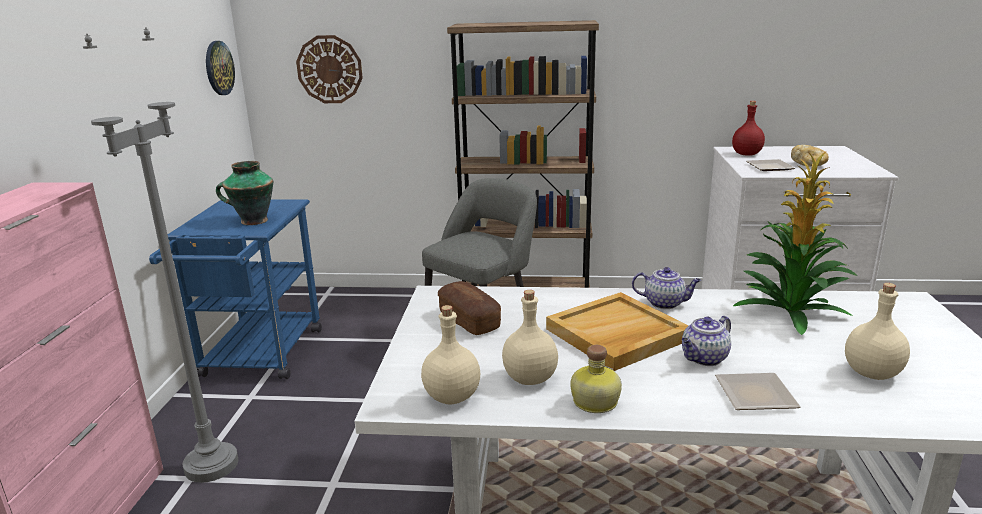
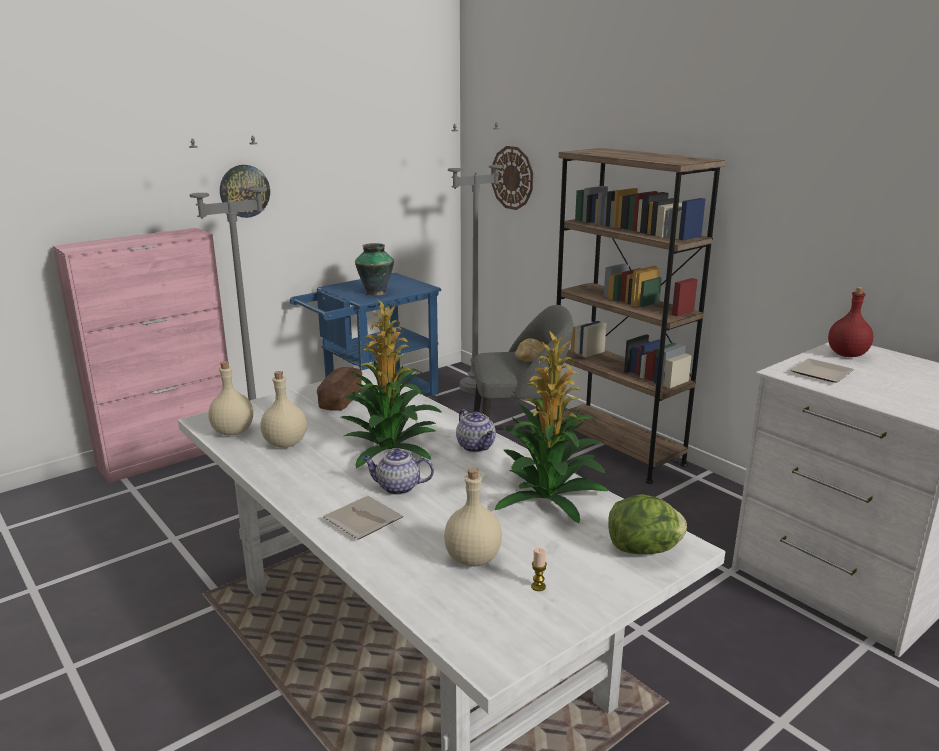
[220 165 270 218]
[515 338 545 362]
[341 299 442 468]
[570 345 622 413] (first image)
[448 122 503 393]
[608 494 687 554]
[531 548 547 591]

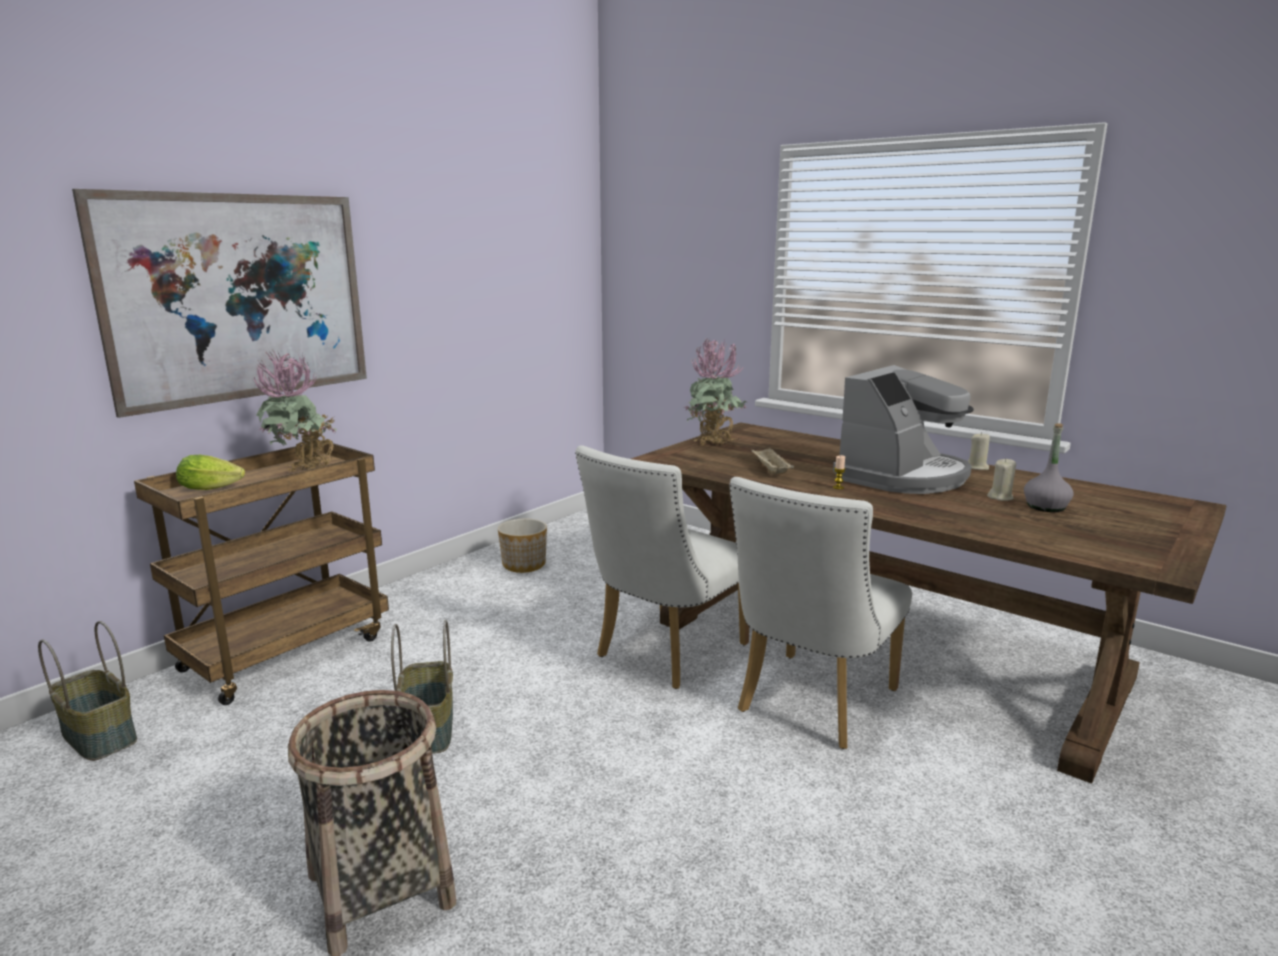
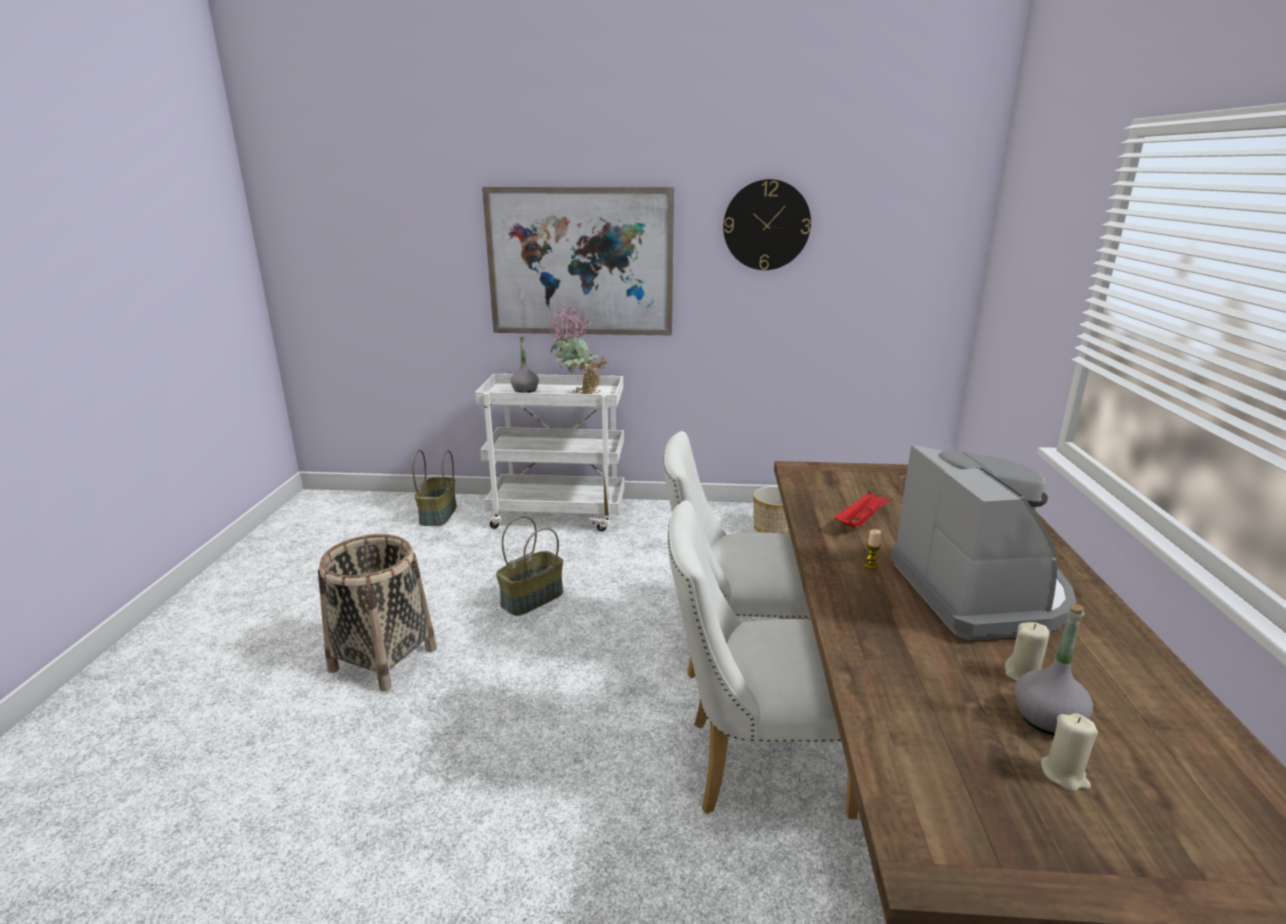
[683 339 746 445] (first image)
[891 445 1076 641]
[1041 713 1098 791]
[475 373 625 532]
[834 491 893 528]
[511 337 539 393]
[723 179 811 270]

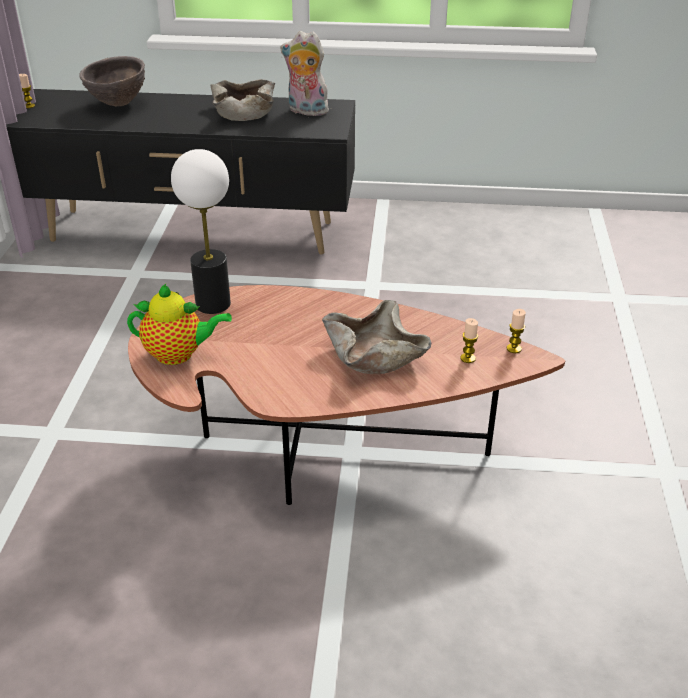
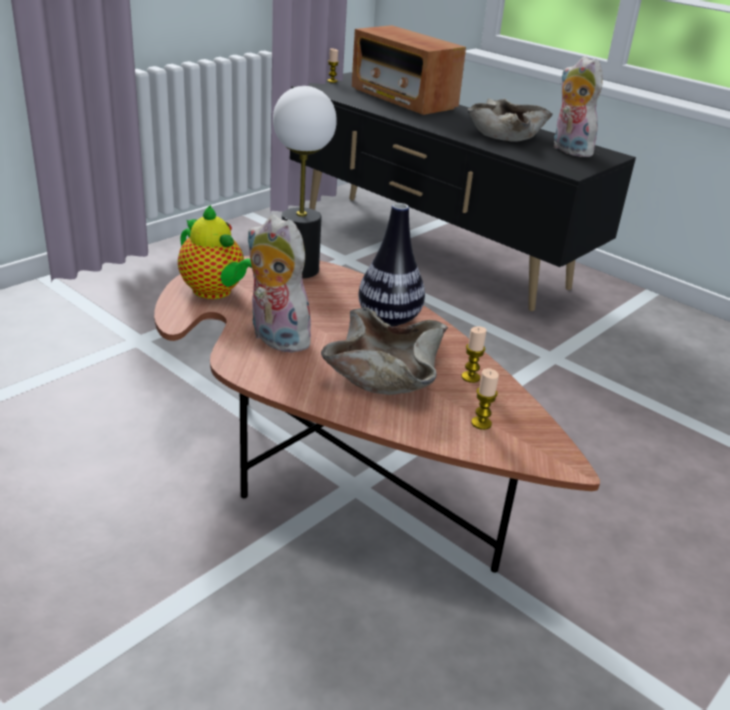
[352 25 466 115]
[461 326 487 383]
[358 203 425 327]
[248 215 315 353]

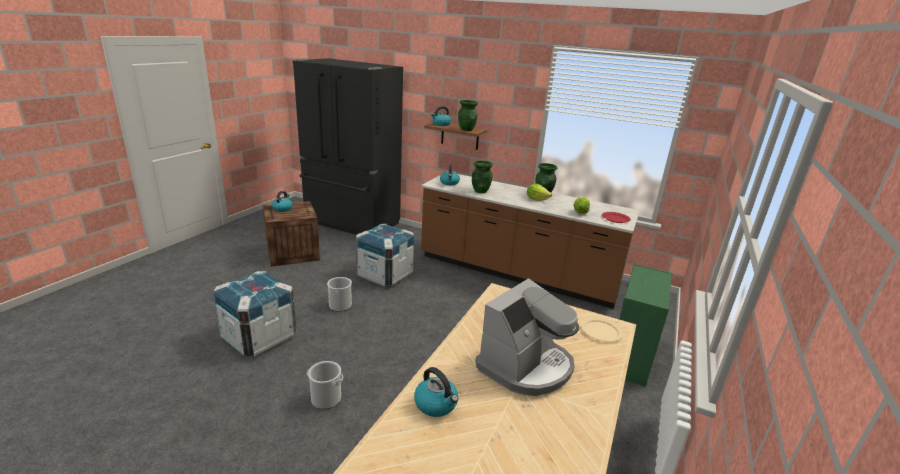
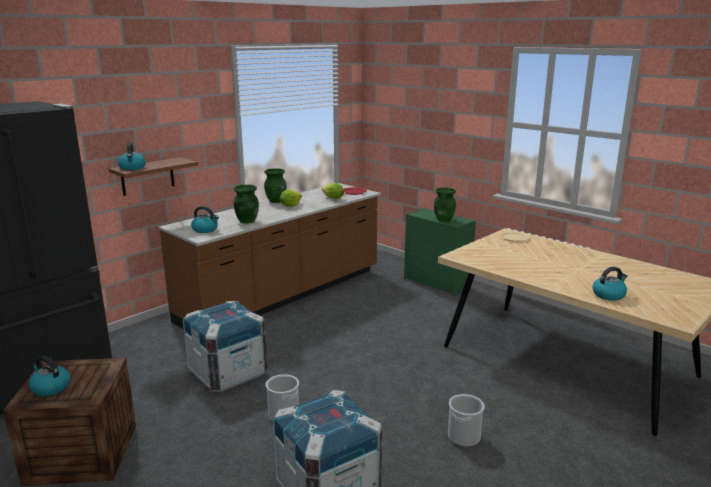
[434 187 456 222]
[475 278 579 396] (first image)

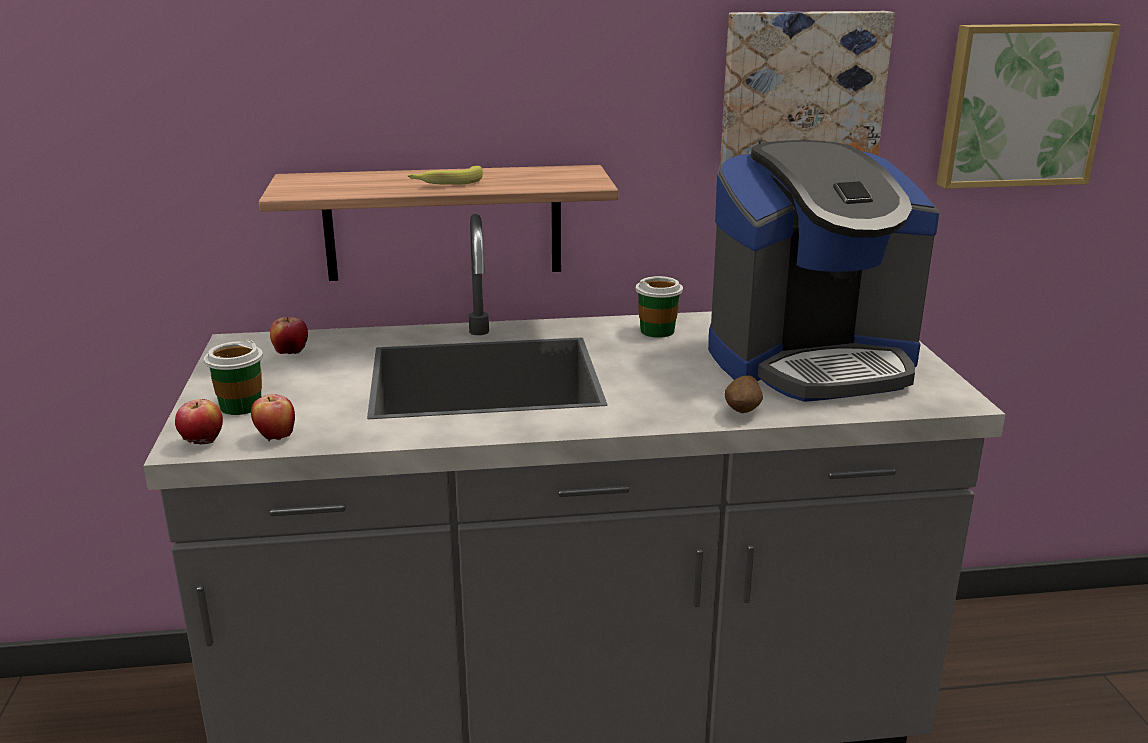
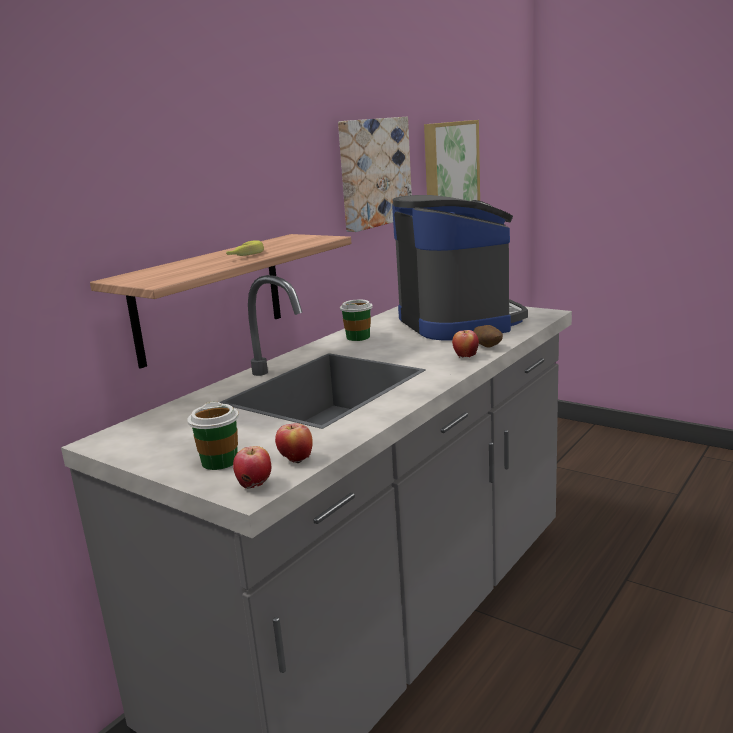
[392 195 528 341]
[452 330 479 358]

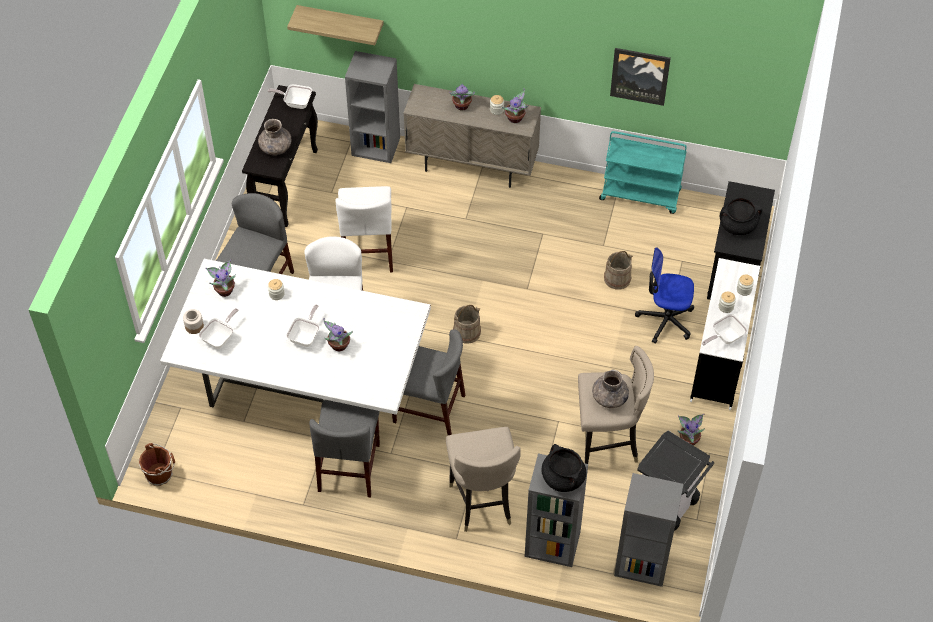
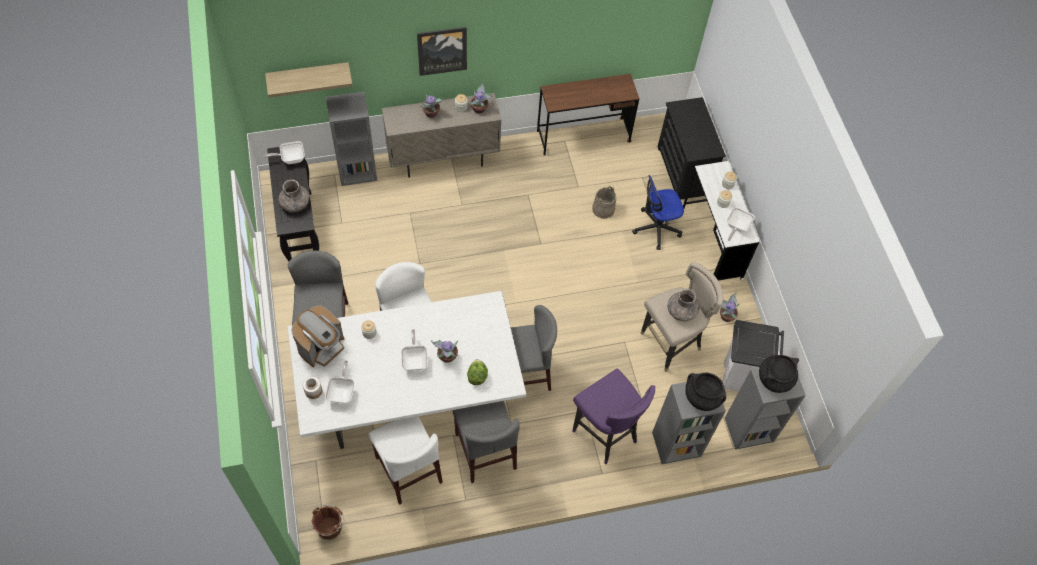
[417 27 467 76]
[537 74 640 155]
[368 416 443 505]
[759 355 799 393]
[291 306 344 367]
[453 305 481 344] (first image)
[572 369 655 464]
[467 359 488 385]

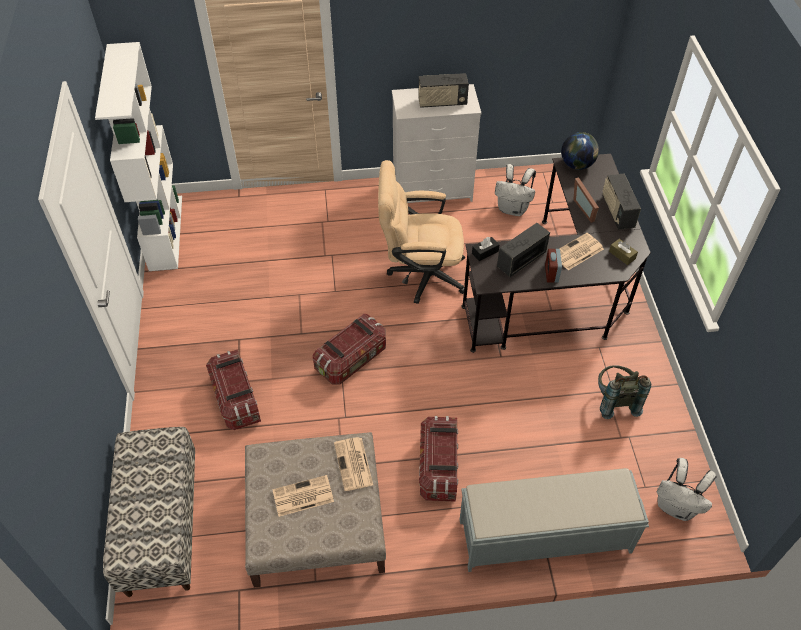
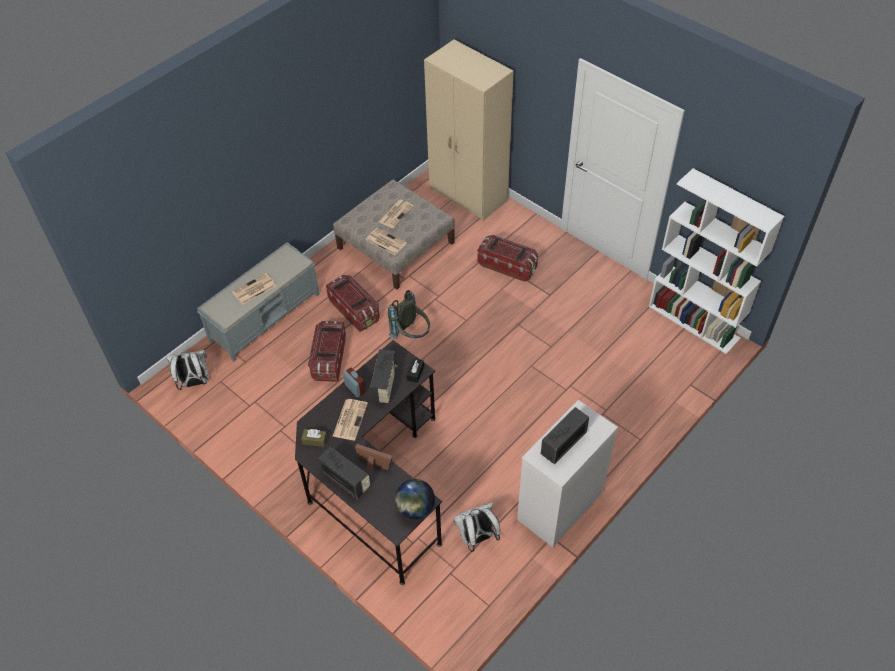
[378 160 465 304] (first image)
[308 320 346 382]
[388 290 430 339]
[424 40 514 221]
[232 273 276 304]

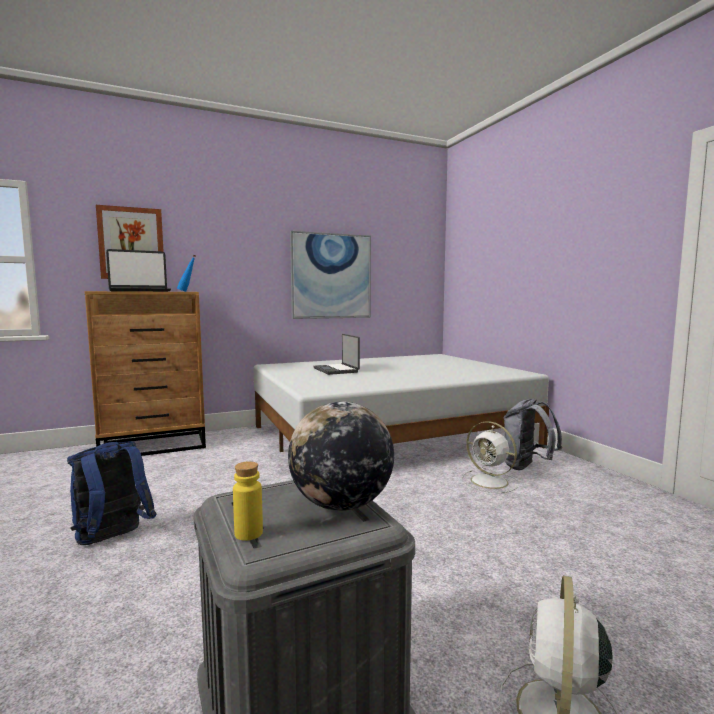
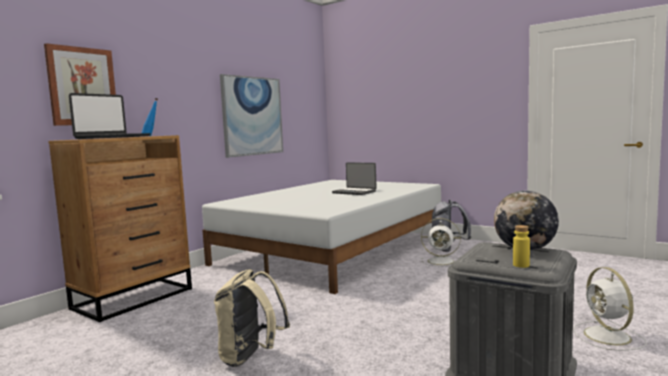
[332 162 377 195]
[214 269 290 367]

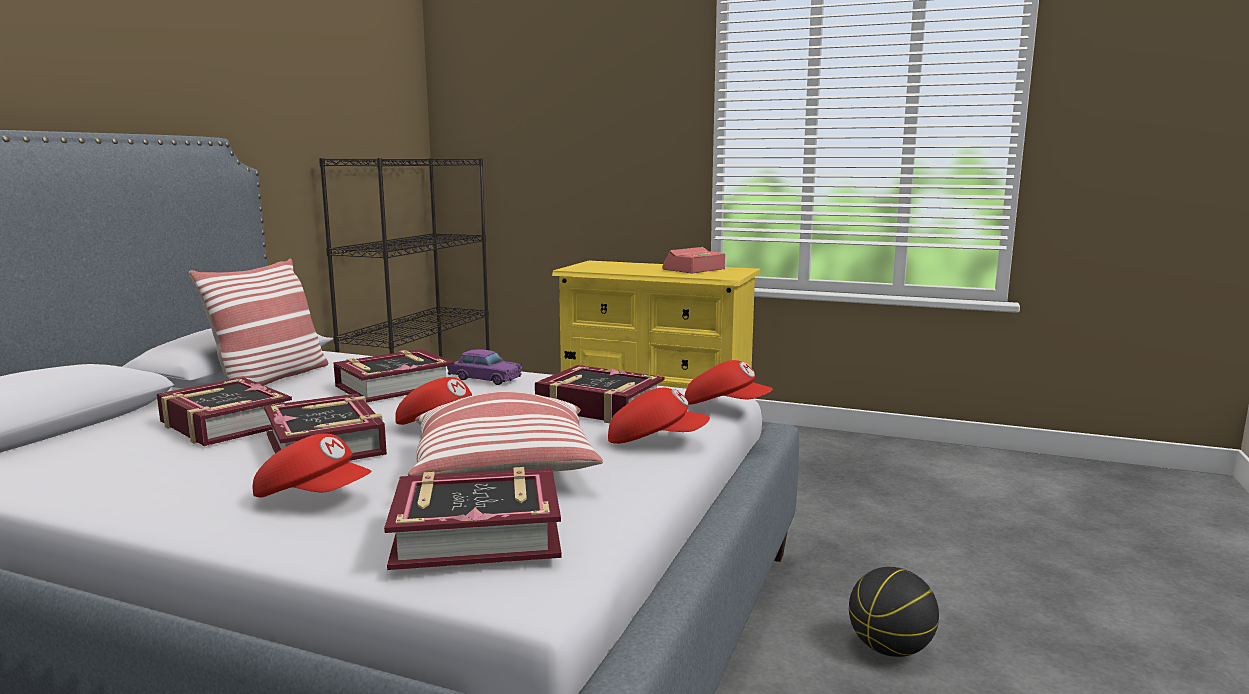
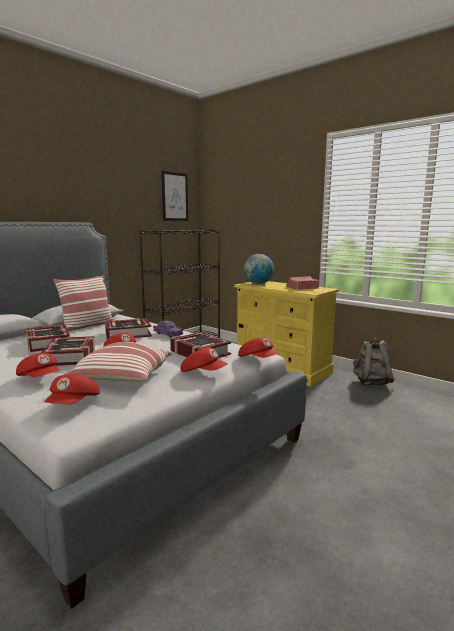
[44 374 100 404]
[849 567 939 657] (first image)
[161 171 188 221]
[244 254 274 284]
[353 338 395 386]

